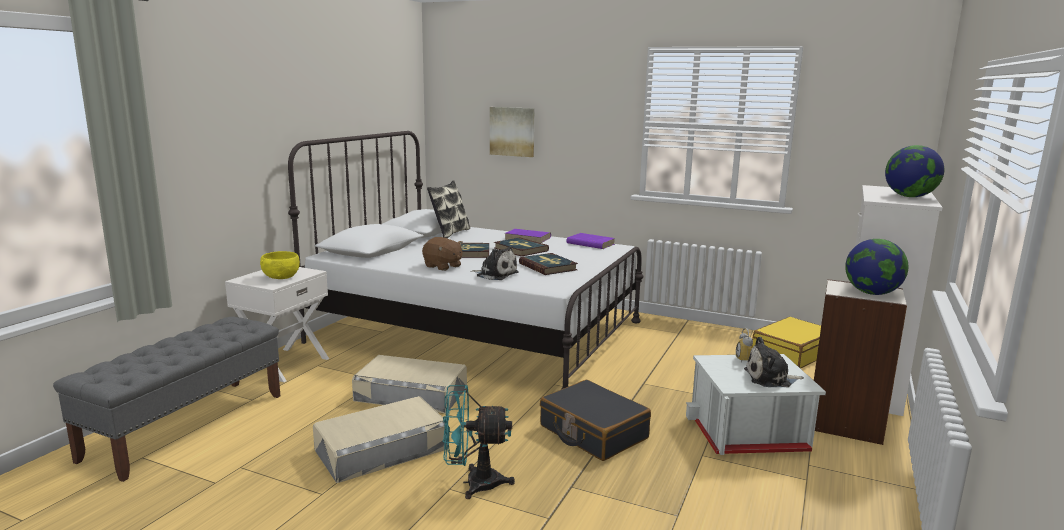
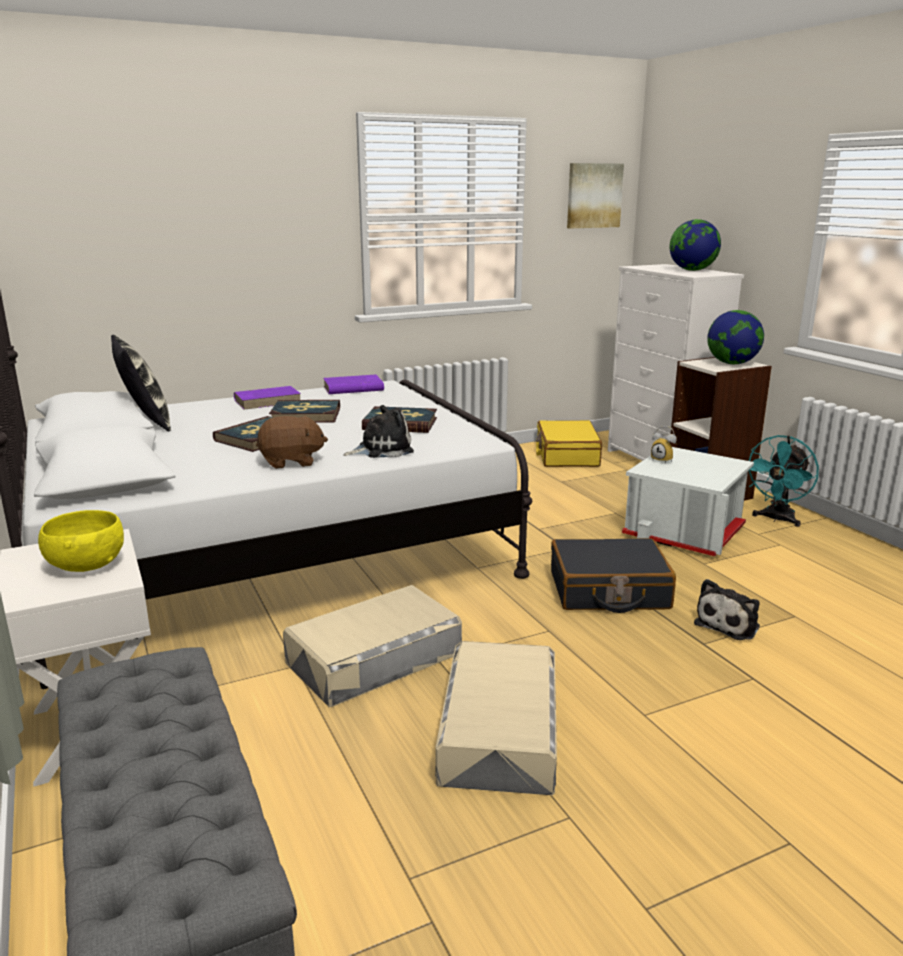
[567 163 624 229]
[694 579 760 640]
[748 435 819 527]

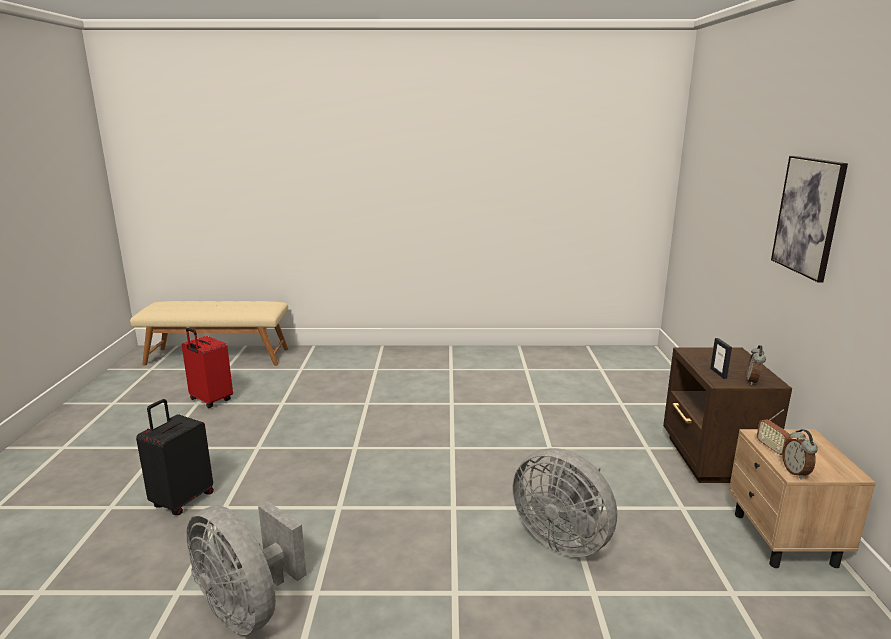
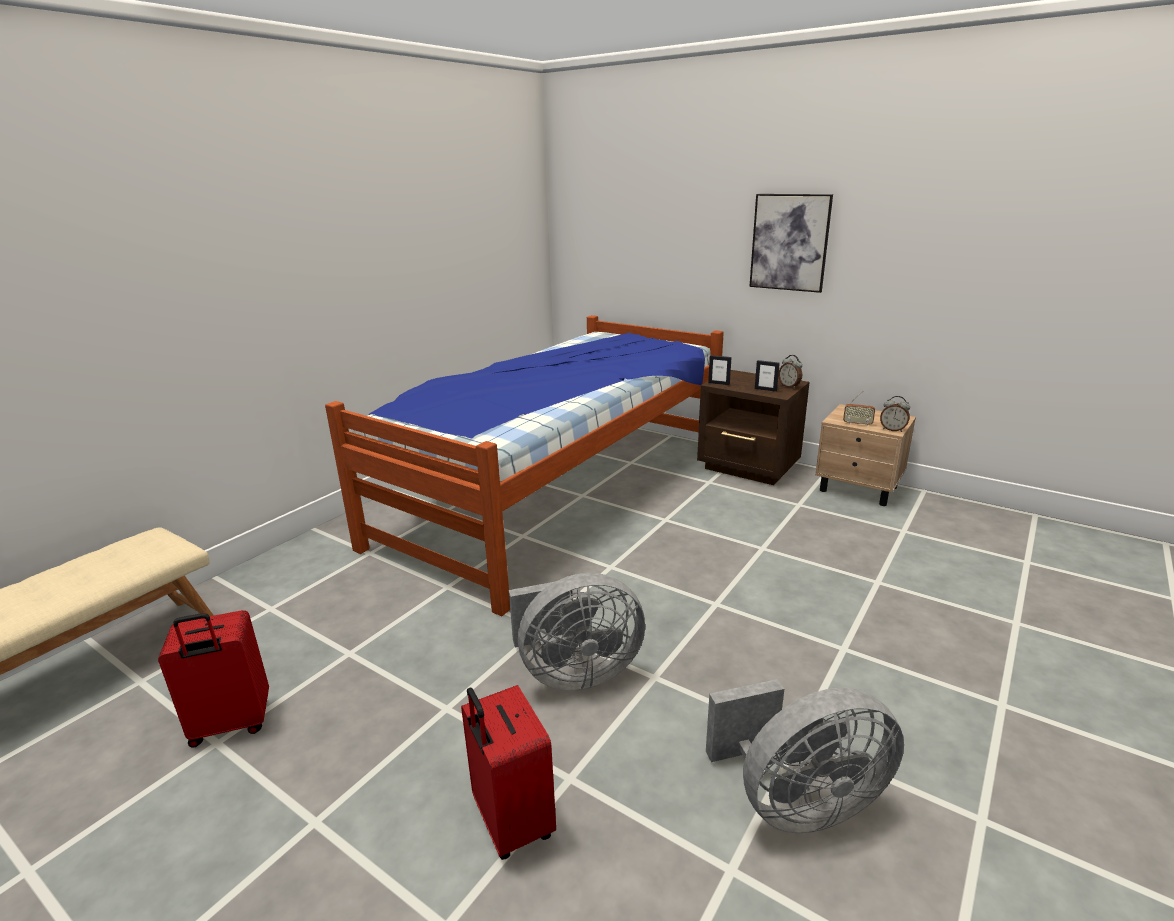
[461 685 556 860]
[509 573 645 691]
[325 315 724 616]
[708 355 732 385]

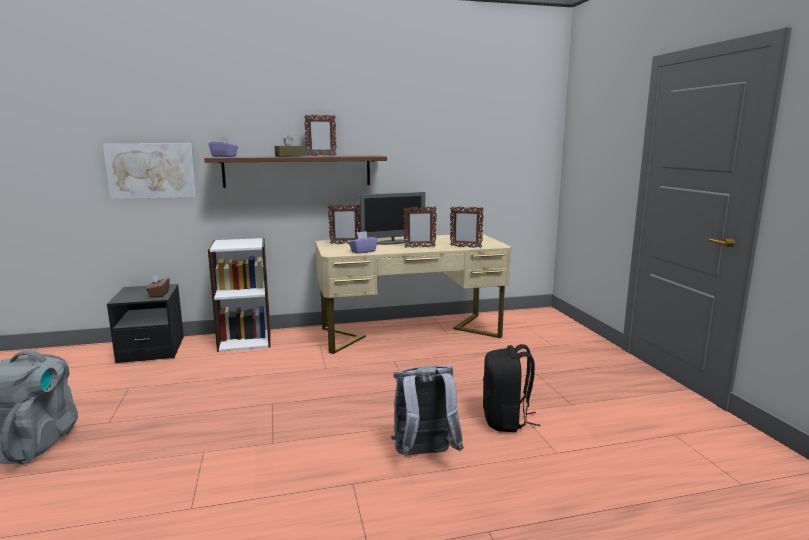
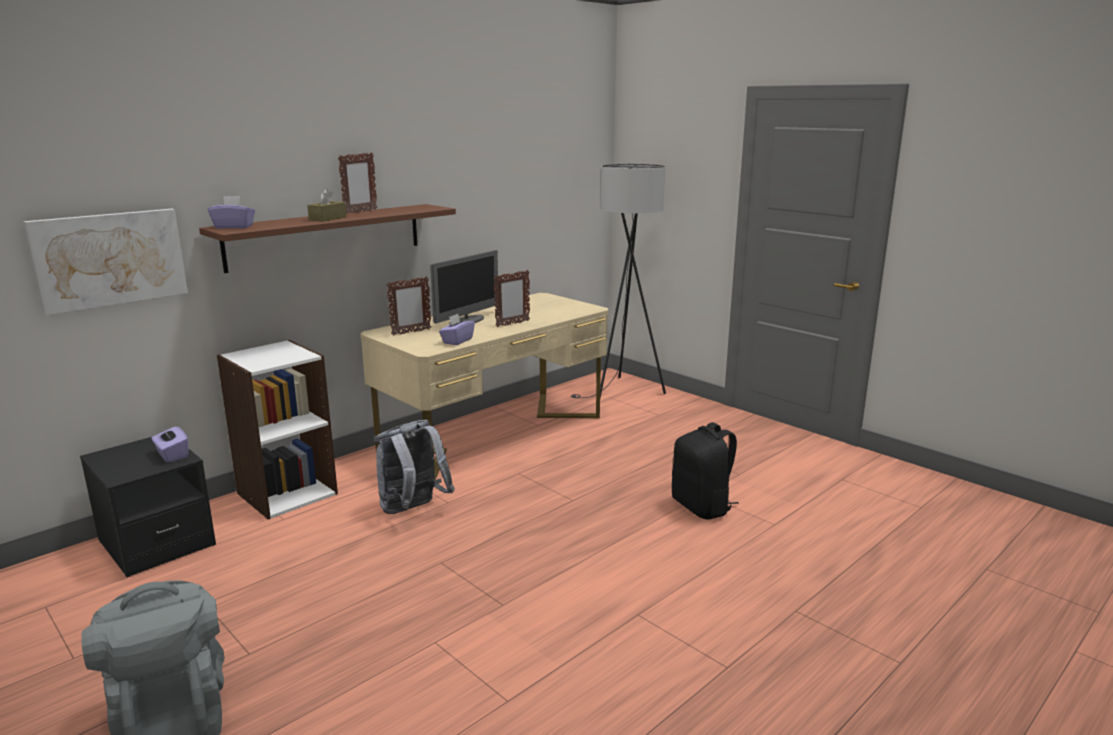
[450 207 484 248] (first image)
[151 425 189 462]
[375 420 455 514]
[571 164 666 399]

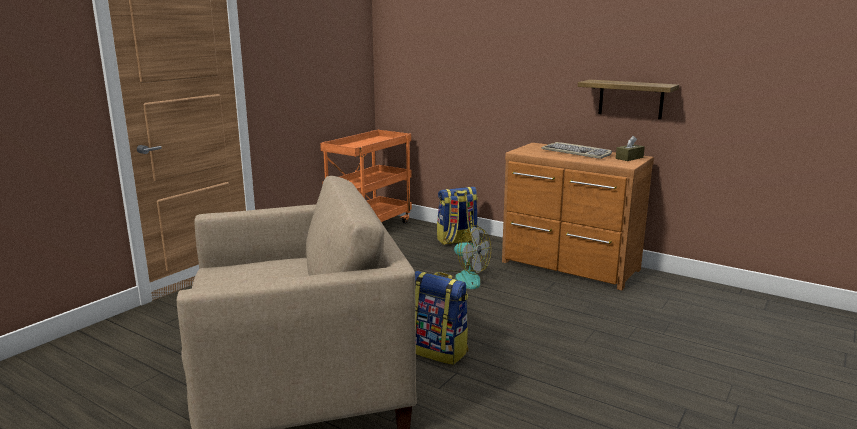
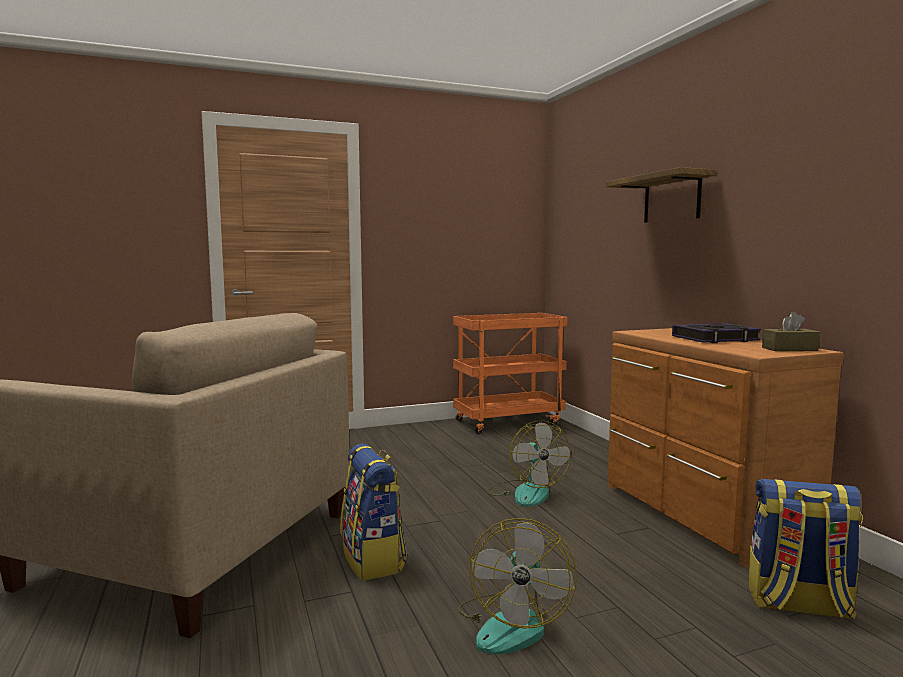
[606 167 715 223]
[672 323 761 343]
[749 479 863 620]
[458 518 577 654]

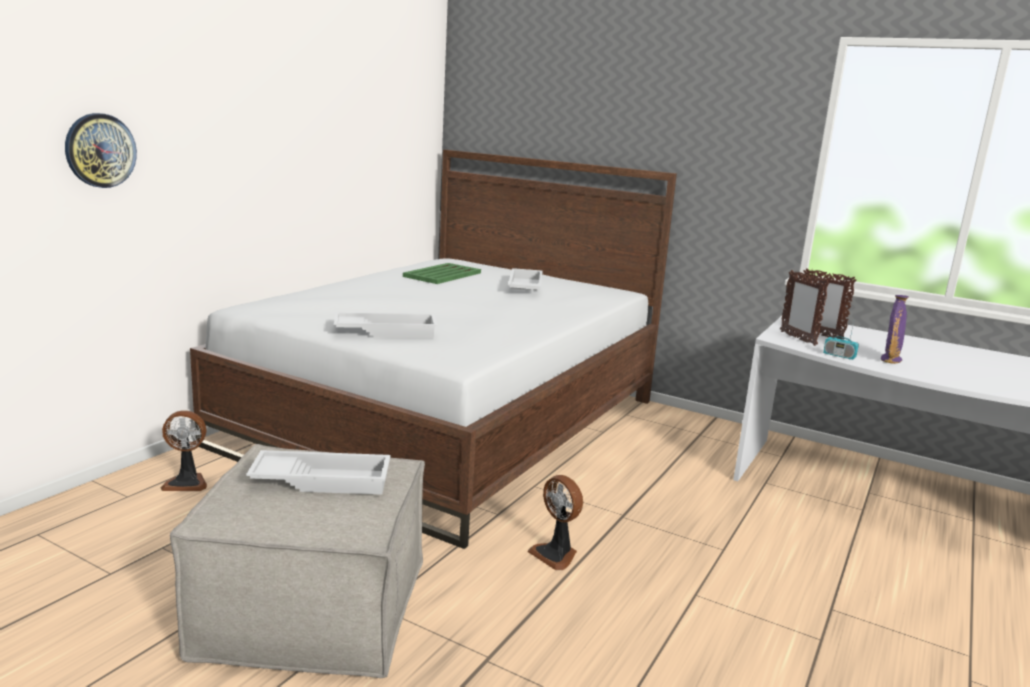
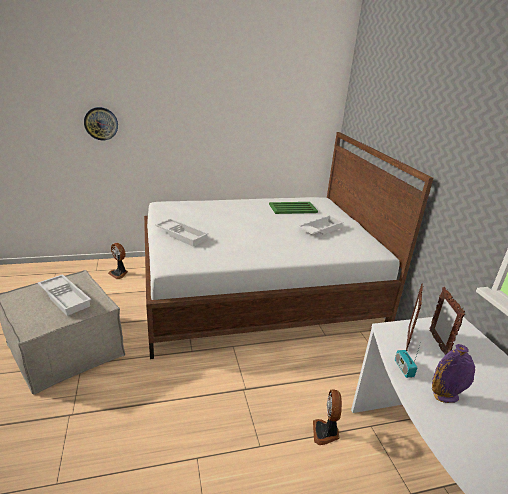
[313 389 342 445]

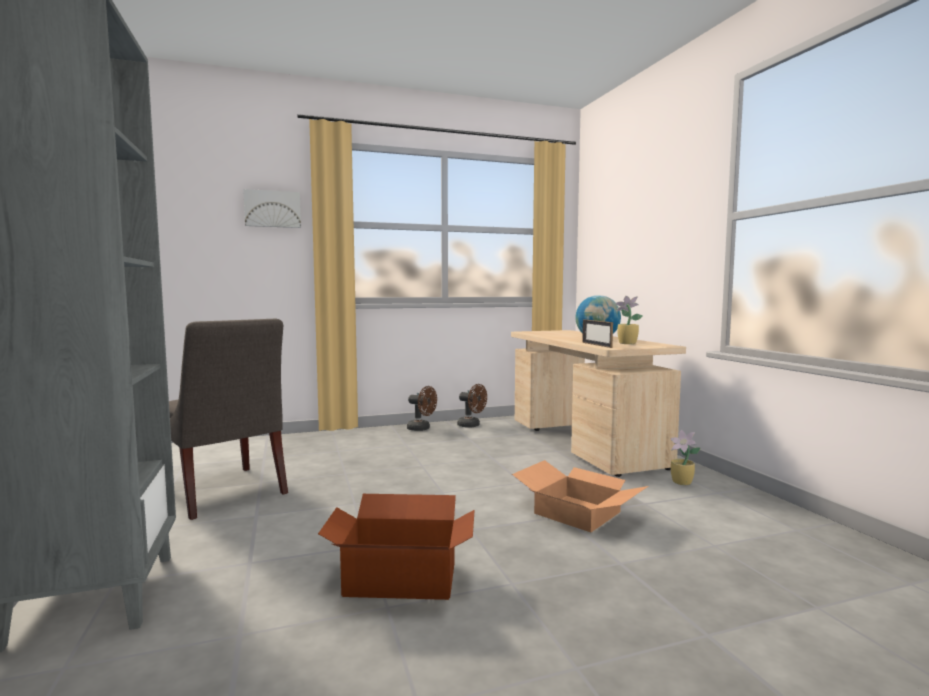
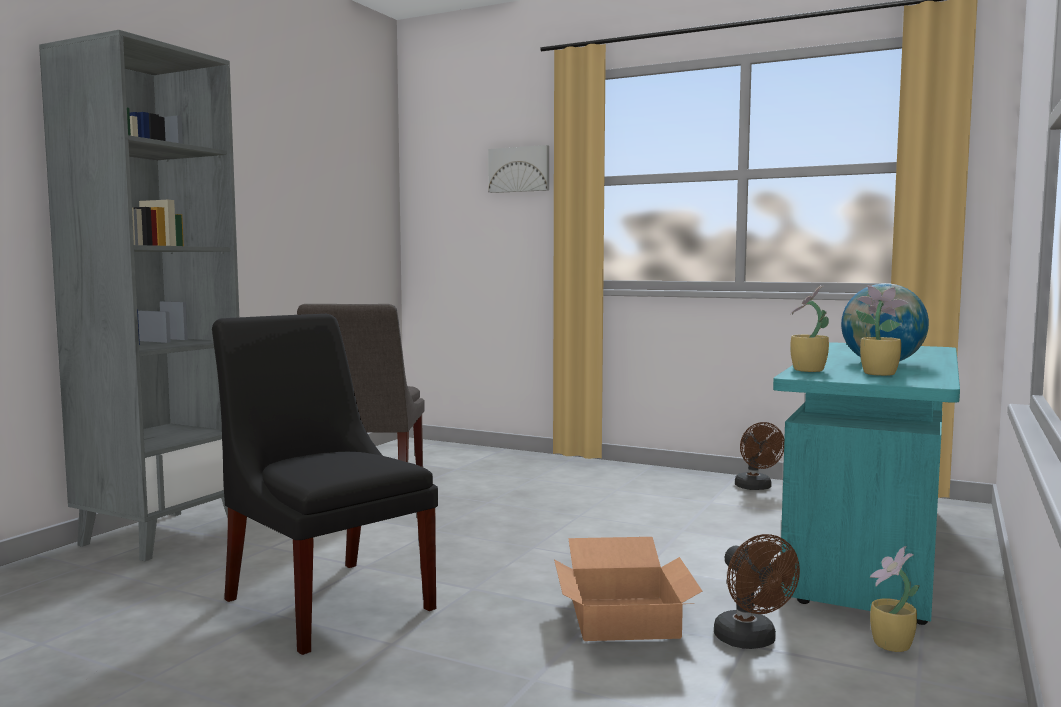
[790 285 829 372]
[773 342 960 625]
[714 534 800 649]
[212 314 438 655]

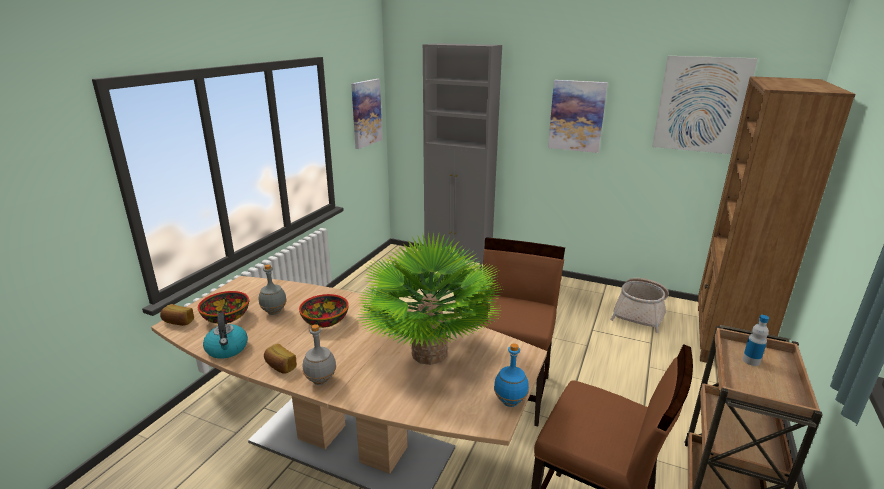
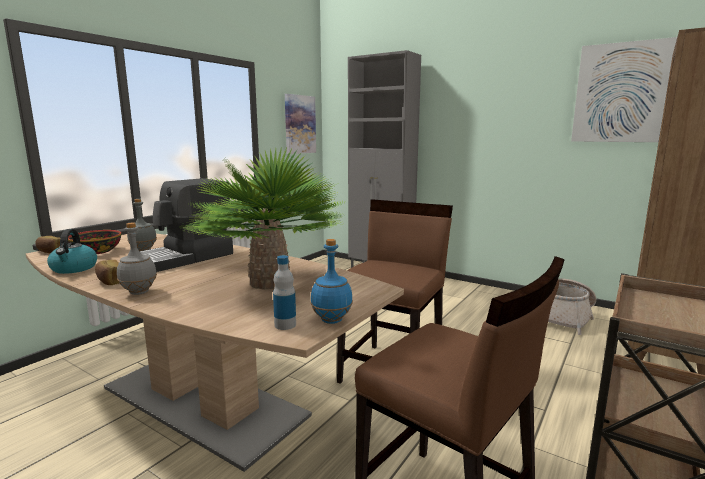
[548 80 608 153] (first image)
[140 178 233 272]
[273 255 296 330]

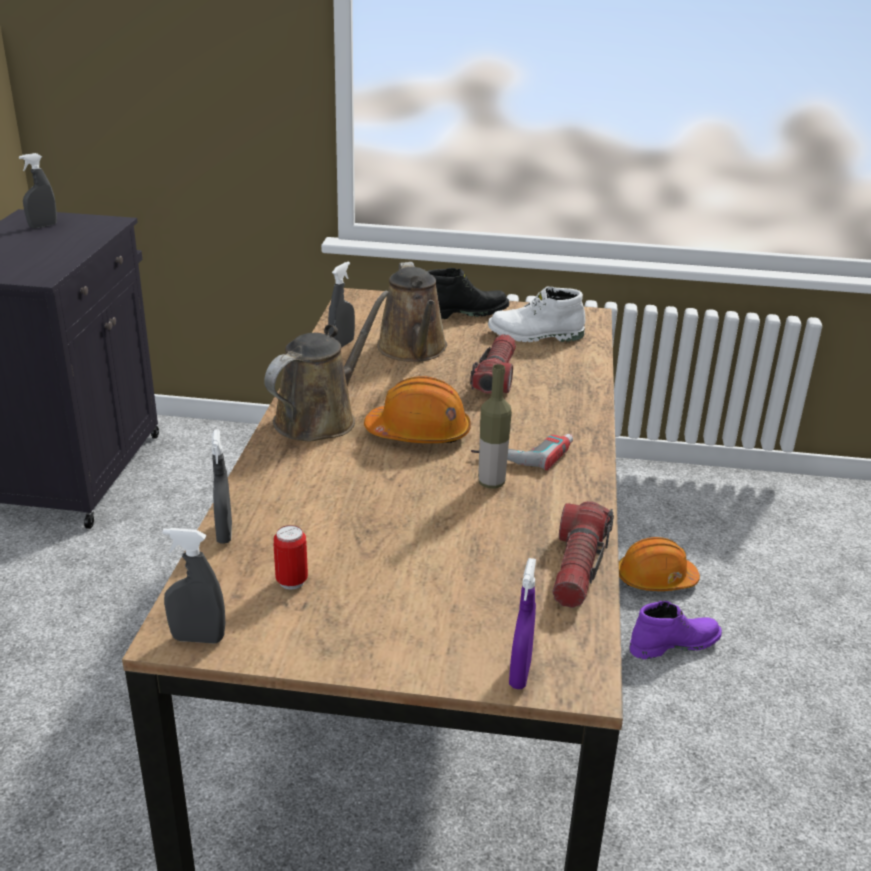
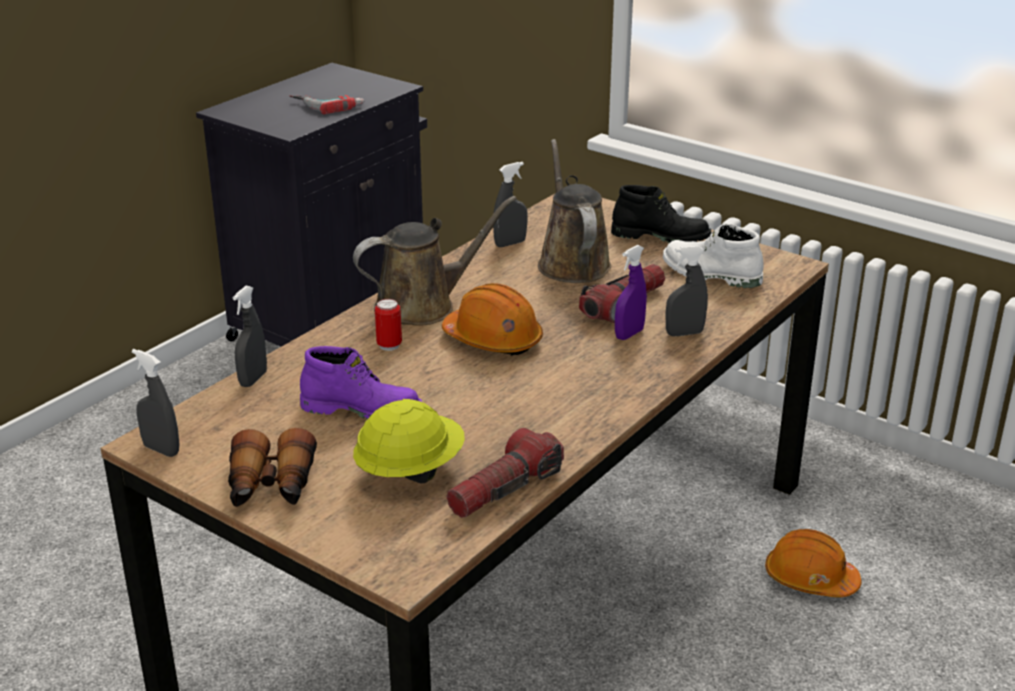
[666 245 708 336]
[538 139 612 283]
[478 364 512 489] (first image)
[290 95 364 115]
[375 299 402 351]
[615 245 647 340]
[300 346 422 419]
[353 399 465 483]
[228 428 317 507]

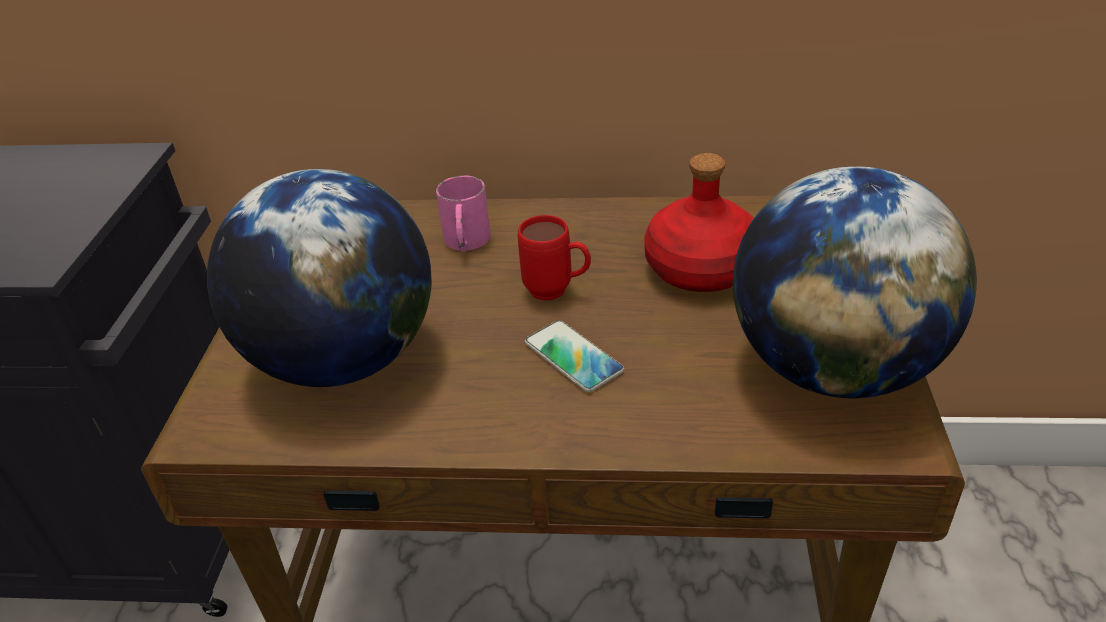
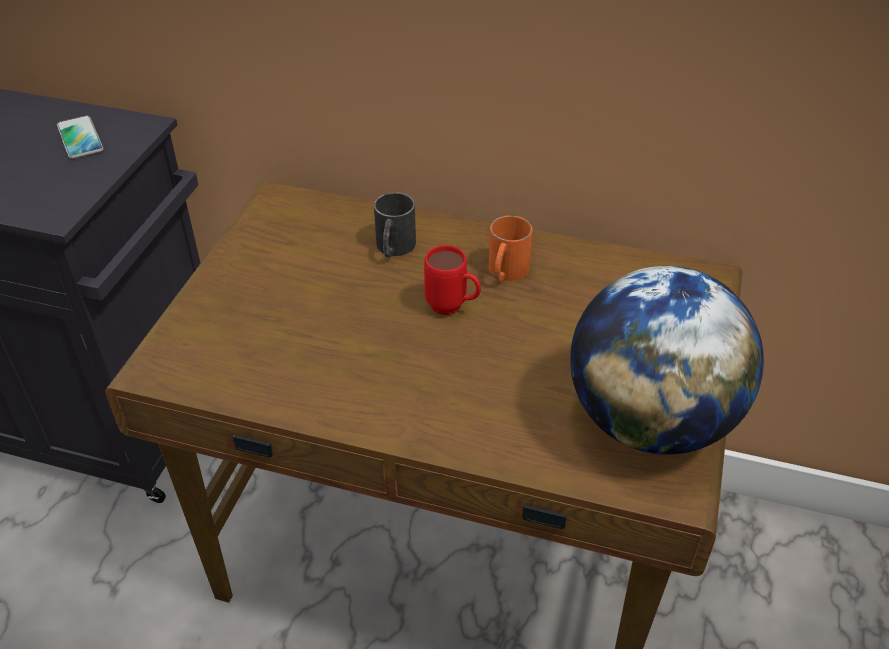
[644 153 754 292] (first image)
[207 169 432 387] (first image)
[374 192 416 258]
[57 115 103 159]
[488 216 532 282]

